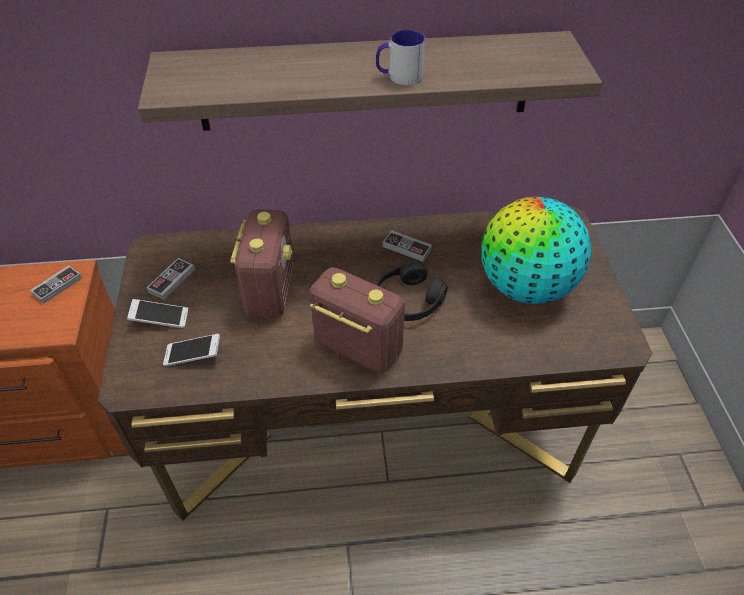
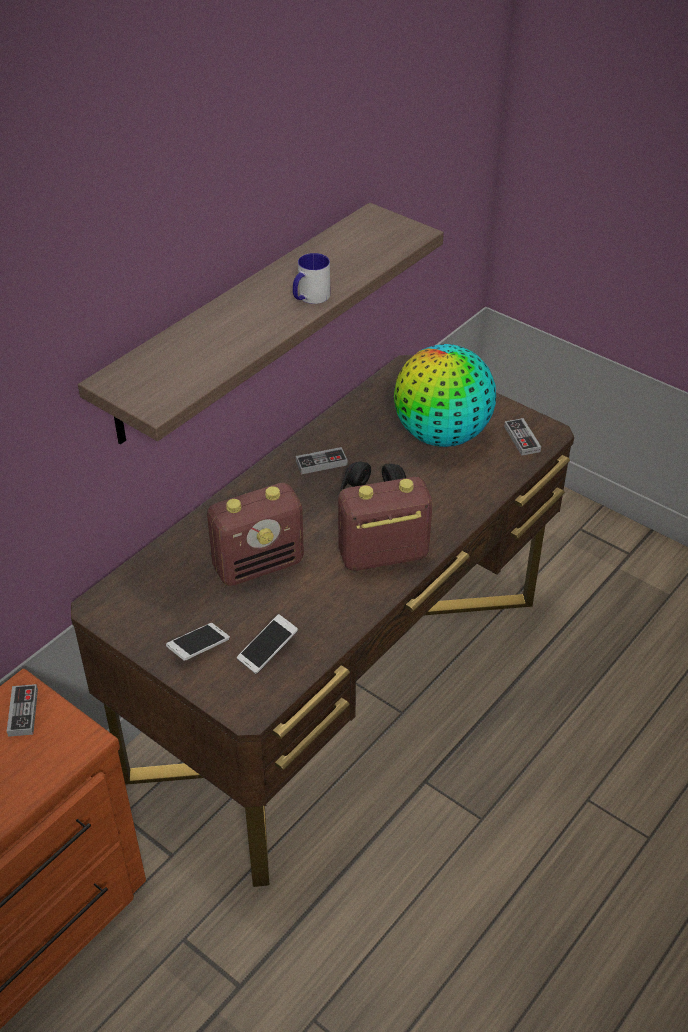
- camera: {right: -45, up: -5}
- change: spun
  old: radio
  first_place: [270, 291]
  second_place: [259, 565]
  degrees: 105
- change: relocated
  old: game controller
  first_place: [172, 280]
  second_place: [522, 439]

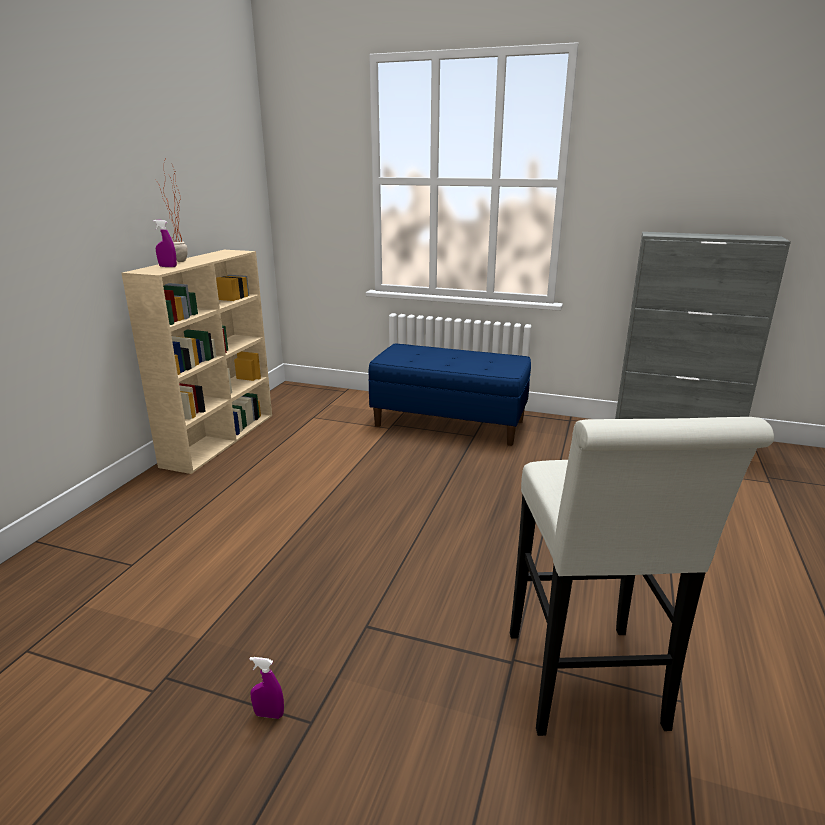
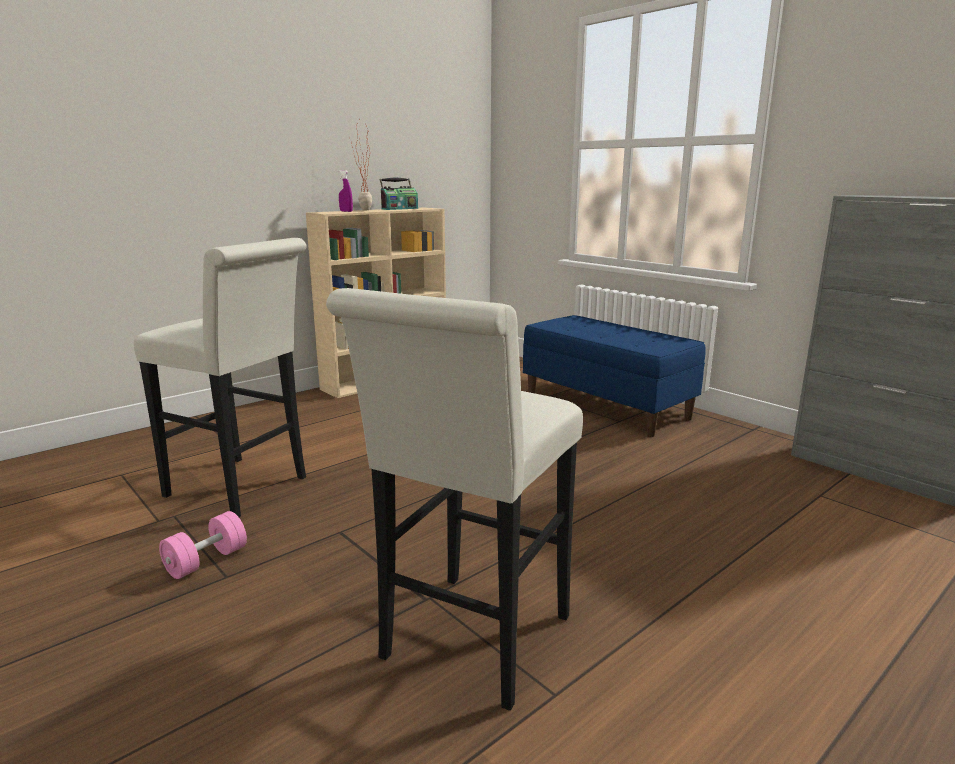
- camera: {right: 30, up: -5}
- change: exchanged
  old: purple spray bottle
  new: pink dumbbell
  first_place: [269, 714]
  second_place: [206, 561]
- change: appeared
  new: radio
  second_place: [399, 209]
- change: appeared
  new: white stool
  second_place: [244, 489]

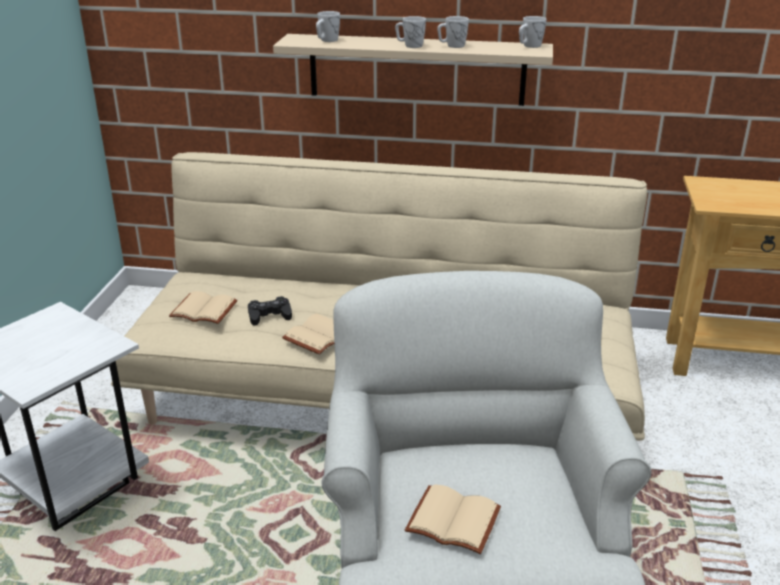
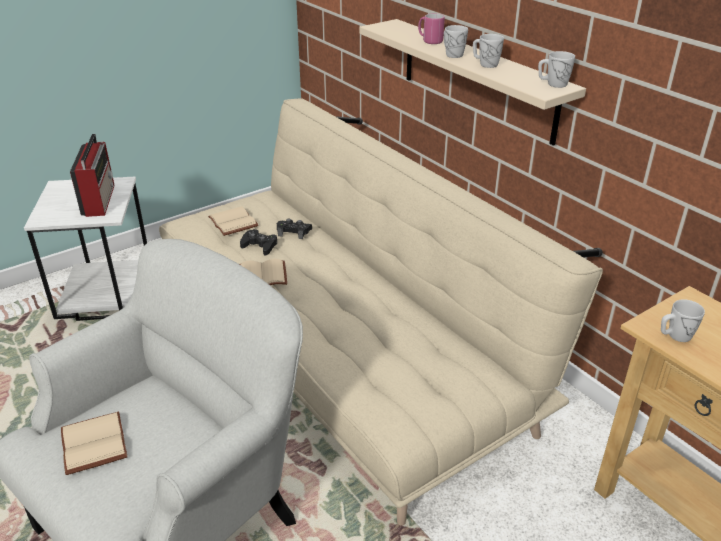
- camera: {right: 45, up: 5}
- change: relocated
  old: white mug
  first_place: [327, 41]
  second_place: [675, 336]
- change: appeared
  new: pink mug
  second_place: [429, 41]
- change: appeared
  new: radio
  second_place: [99, 199]
- change: appeared
  new: black game controller
  second_place: [294, 232]

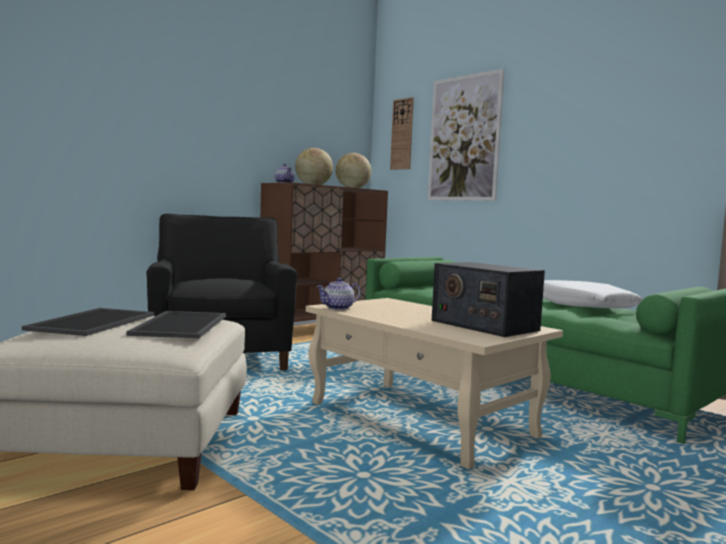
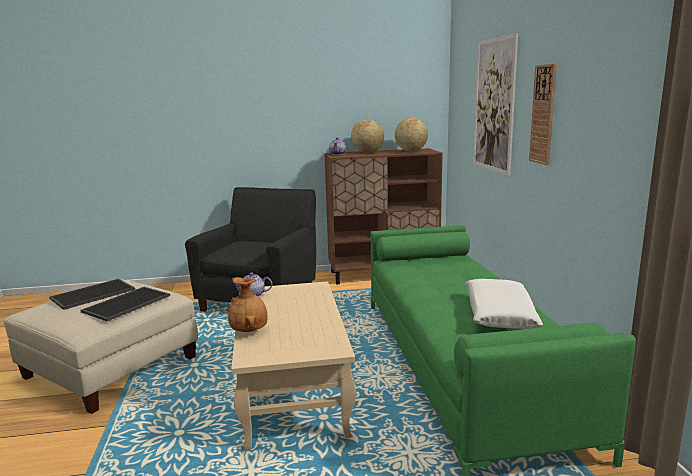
- camera: {right: 35, up: 10}
- change: relocated
  old: wall clock
  first_place: [402, 134]
  second_place: [543, 114]
- change: missing
  old: radio
  first_place: [483, 325]
- change: appeared
  new: brown vase
  second_place: [250, 331]

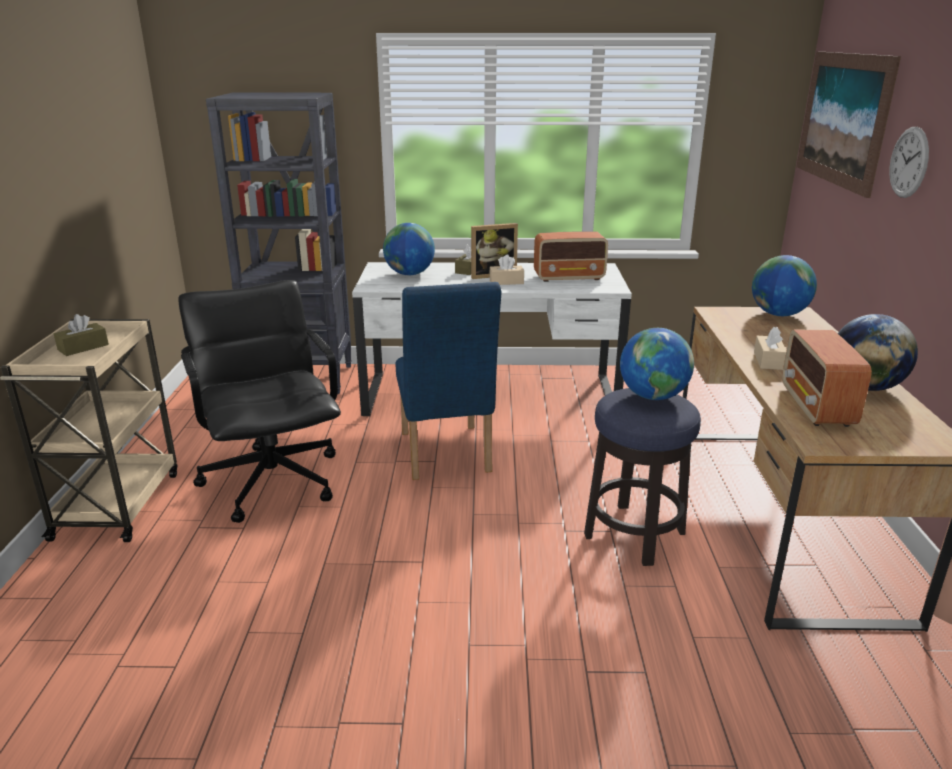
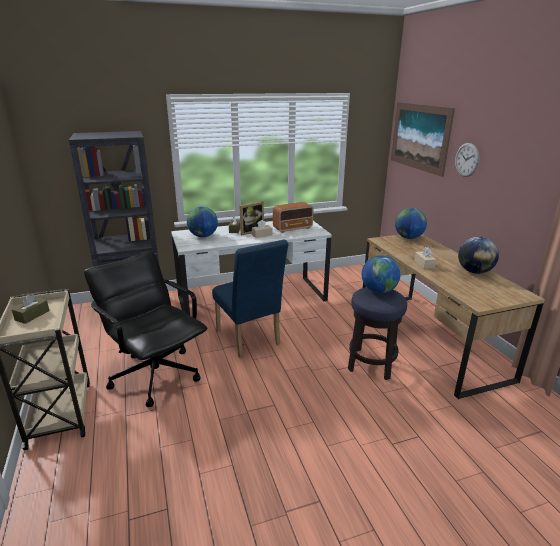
- camera: {right: -20, up: 0}
- change: missing
  old: radio
  first_place: [816, 406]

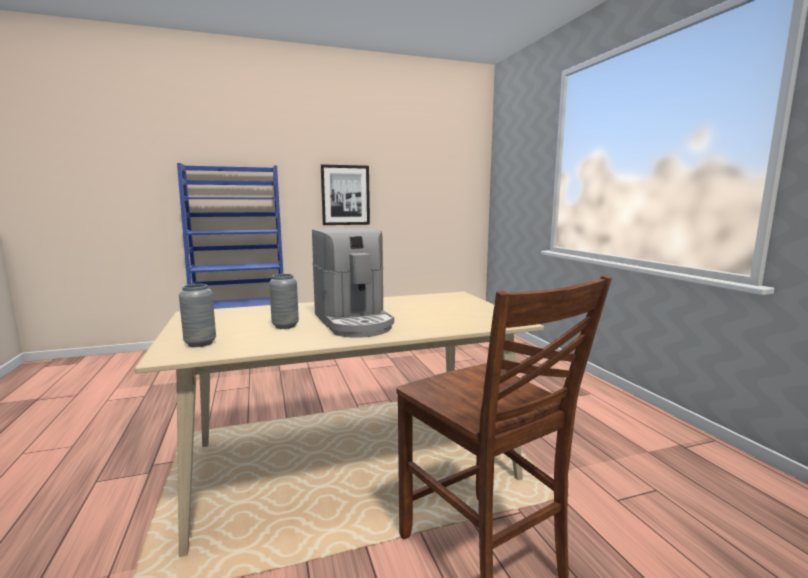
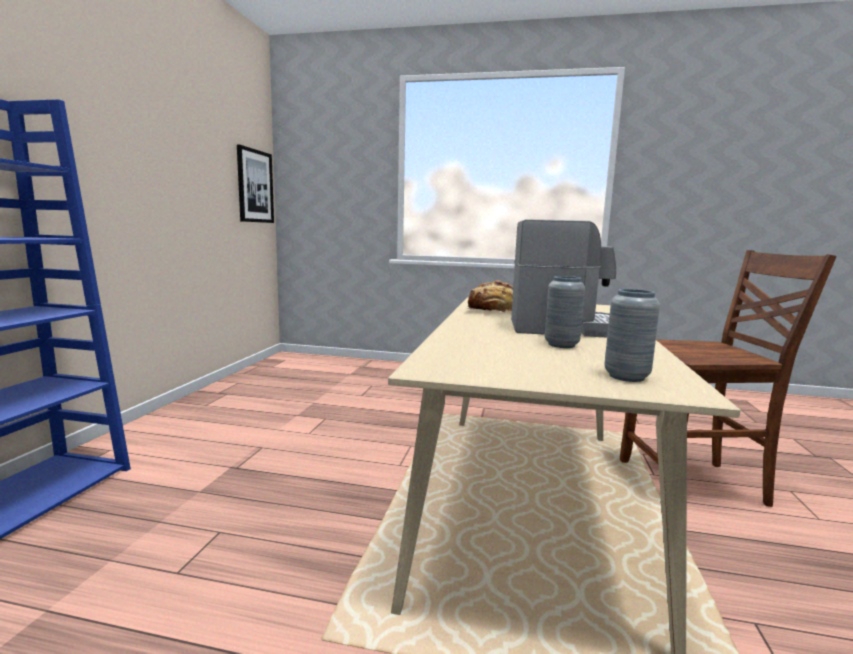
- camera: {right: -60, up: 0}
- change: relocated
  old: picture
  first_place: [345, 195]
  second_place: [255, 186]
- change: appeared
  new: bread
  second_place: [494, 311]

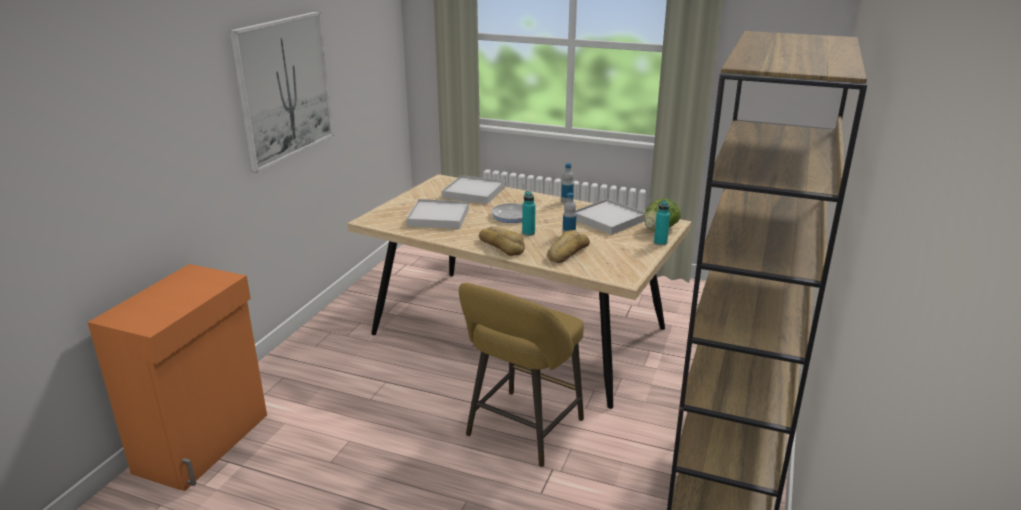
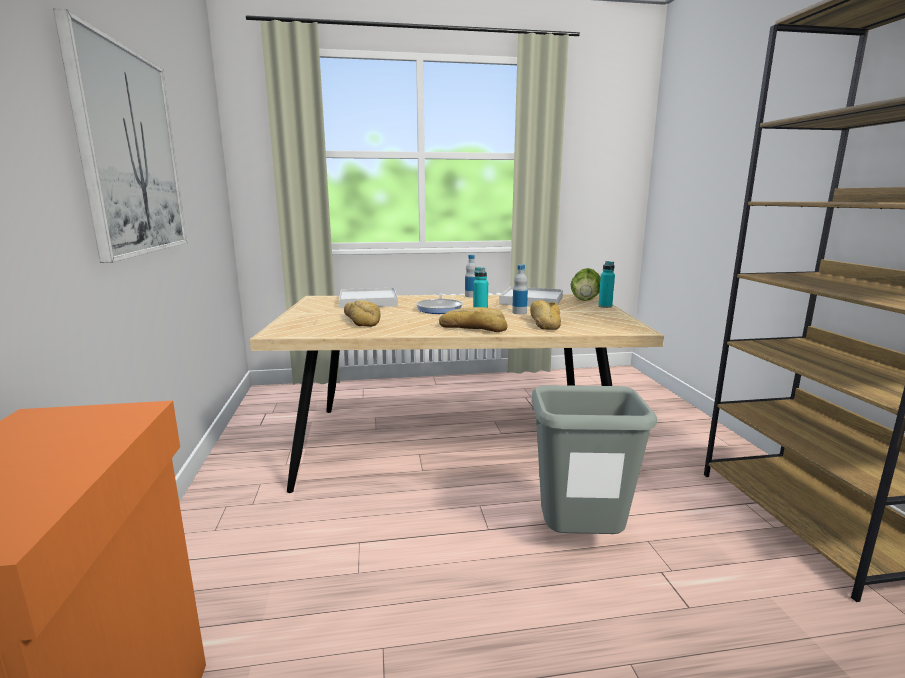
- camera: {right: -30, up: -10}
- change: exchanged
  old: white tray
  new: bread
  first_place: [438, 217]
  second_place: [362, 320]
- change: exchanged
  old: yellow stool
  new: grey trash can
  first_place: [521, 431]
  second_place: [578, 541]

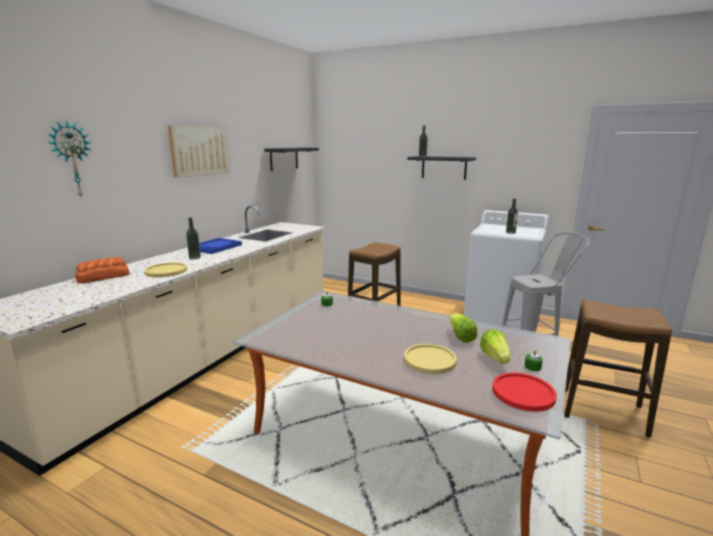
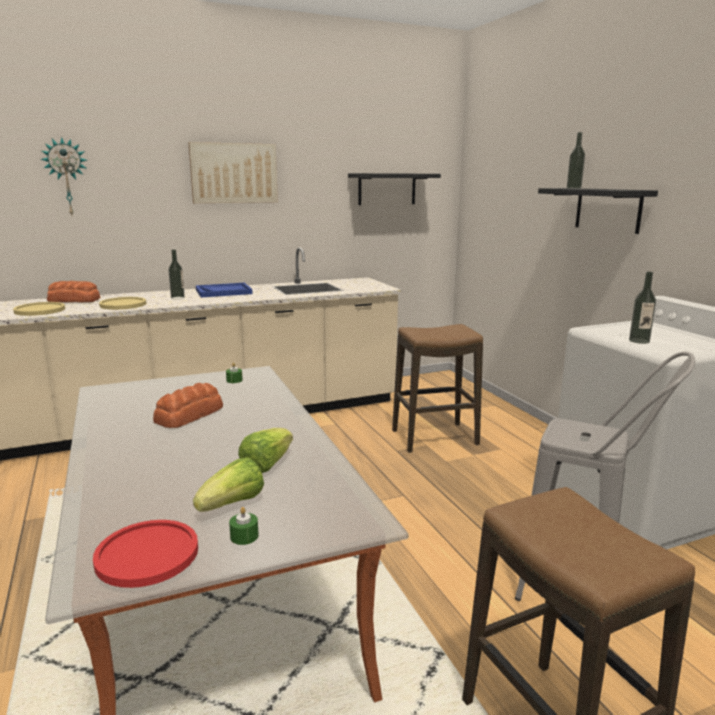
- camera: {right: 40, up: 0}
- change: relocated
  old: yellow plate
  first_place: [430, 360]
  second_place: [40, 310]
- change: appeared
  new: bread
  second_place: [190, 415]

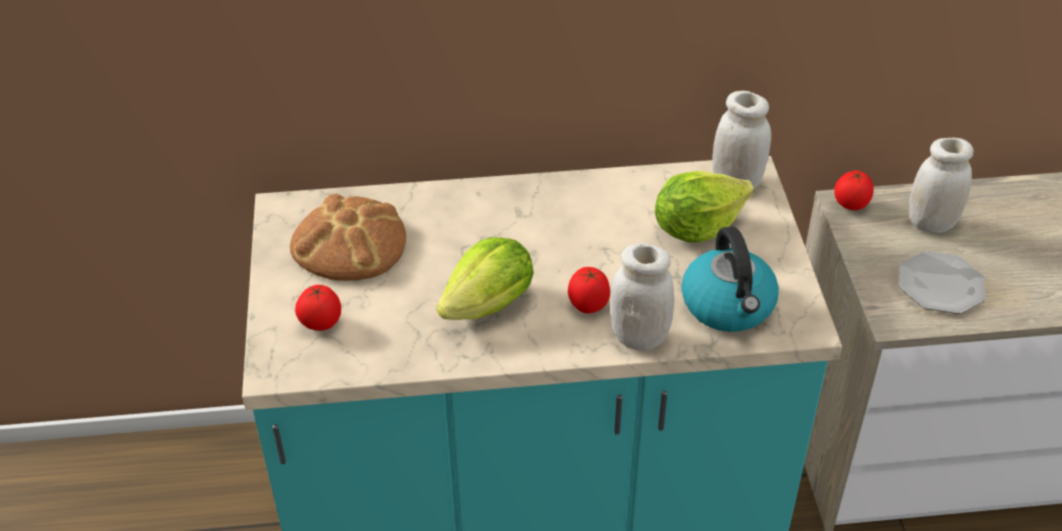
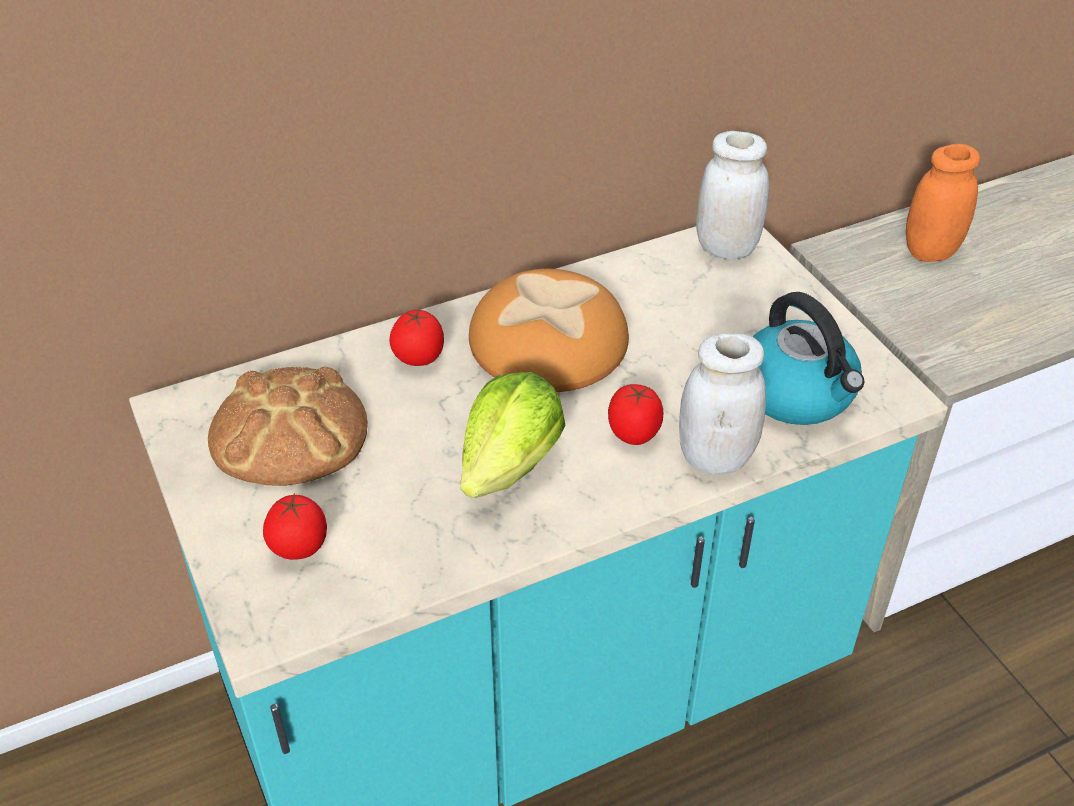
- camera: {right: -20, up: 0}
- change: colour
  old: white jar
  new: orange jar
  first_place: [931, 223]
  second_place: [931, 251]
- change: relocated
  old: tomato
  first_place: [850, 205]
  second_place: [418, 359]
- change: missing
  old: lettuce
  first_place: [696, 227]
- change: missing
  old: plate
  first_place: [940, 286]
- change: appeared
  new: bread
  second_place: [546, 342]

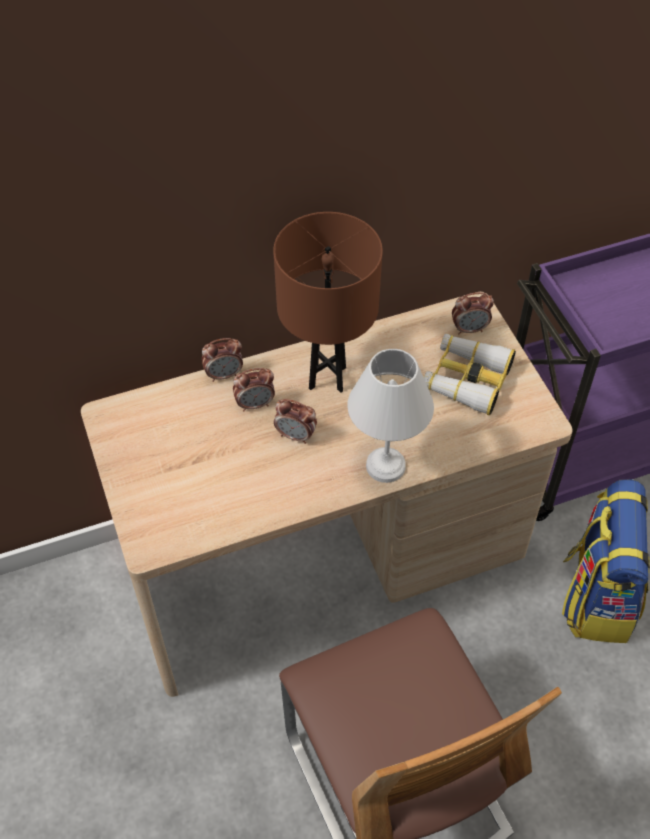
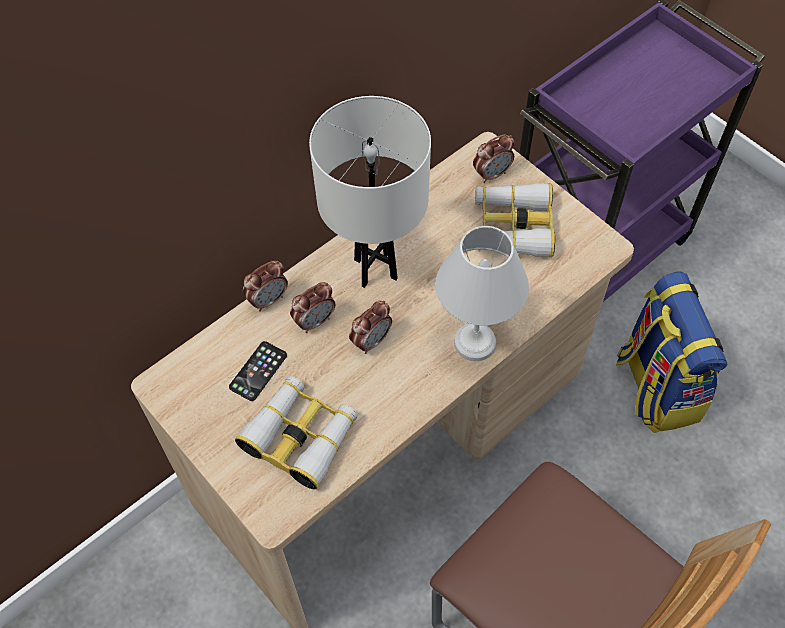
- camera: {right: -20, up: 5}
- change: colour
  old: brown table lamp
  new: white table lamp
  first_place: [328, 378]
  second_place: [376, 269]
- change: spun
  old: alarm clock
  first_place: [296, 435]
  second_place: [371, 341]
  degrees: -45
- change: appeared
  new: phone
  second_place: [258, 371]
- change: appeared
  new: binoculars
  second_place: [300, 436]

